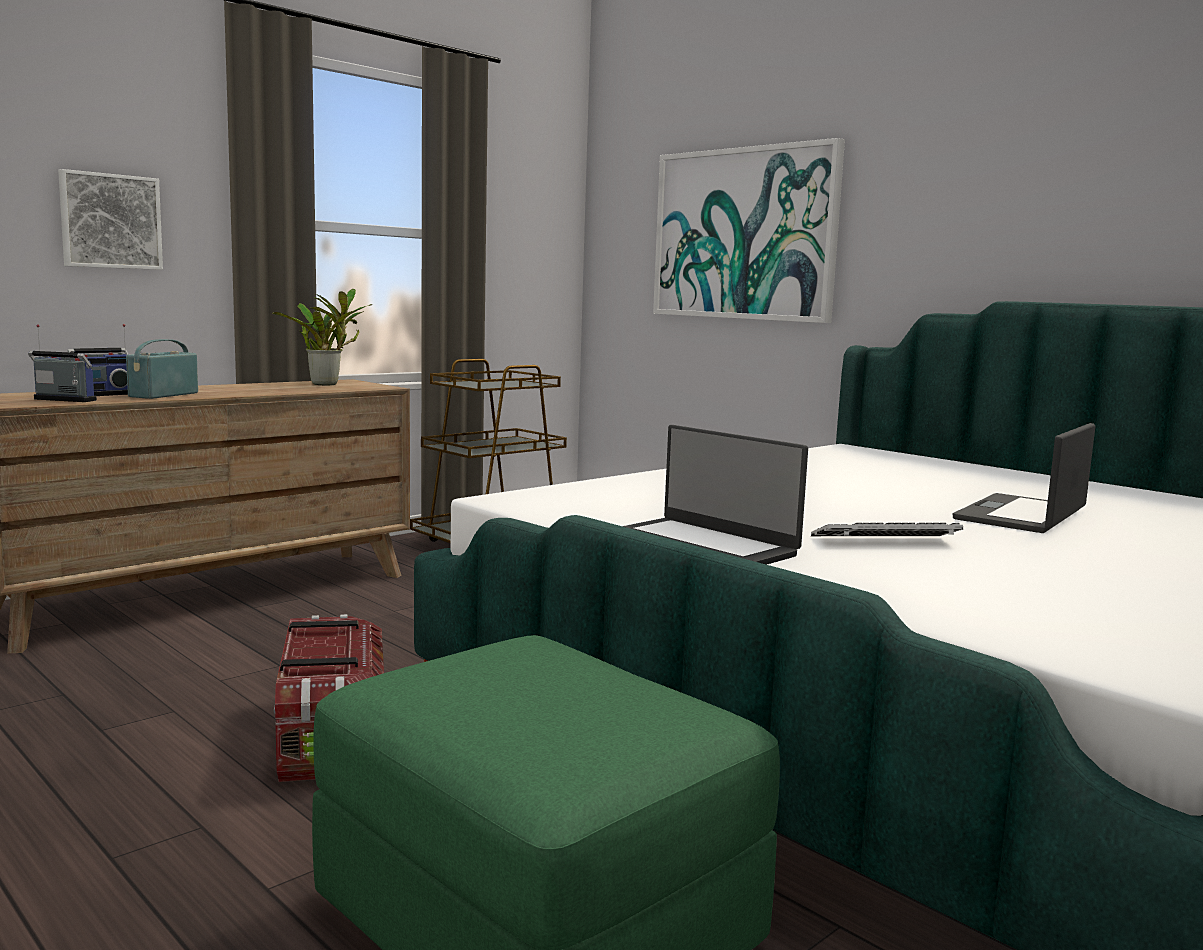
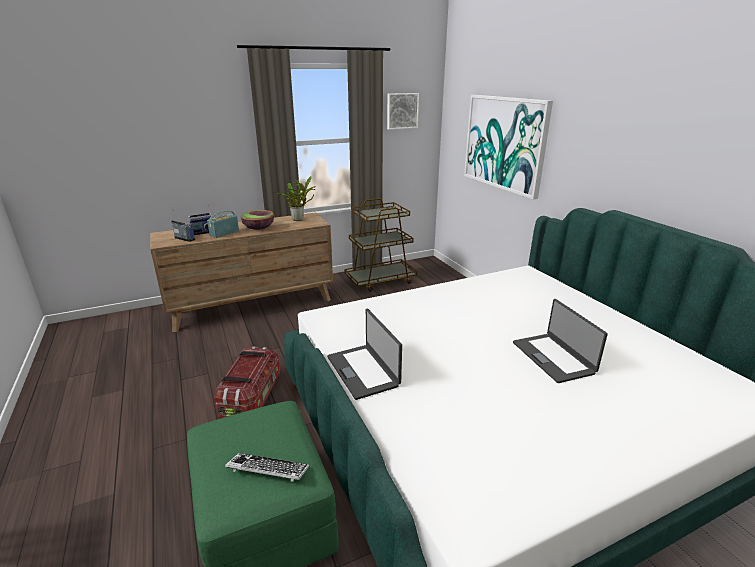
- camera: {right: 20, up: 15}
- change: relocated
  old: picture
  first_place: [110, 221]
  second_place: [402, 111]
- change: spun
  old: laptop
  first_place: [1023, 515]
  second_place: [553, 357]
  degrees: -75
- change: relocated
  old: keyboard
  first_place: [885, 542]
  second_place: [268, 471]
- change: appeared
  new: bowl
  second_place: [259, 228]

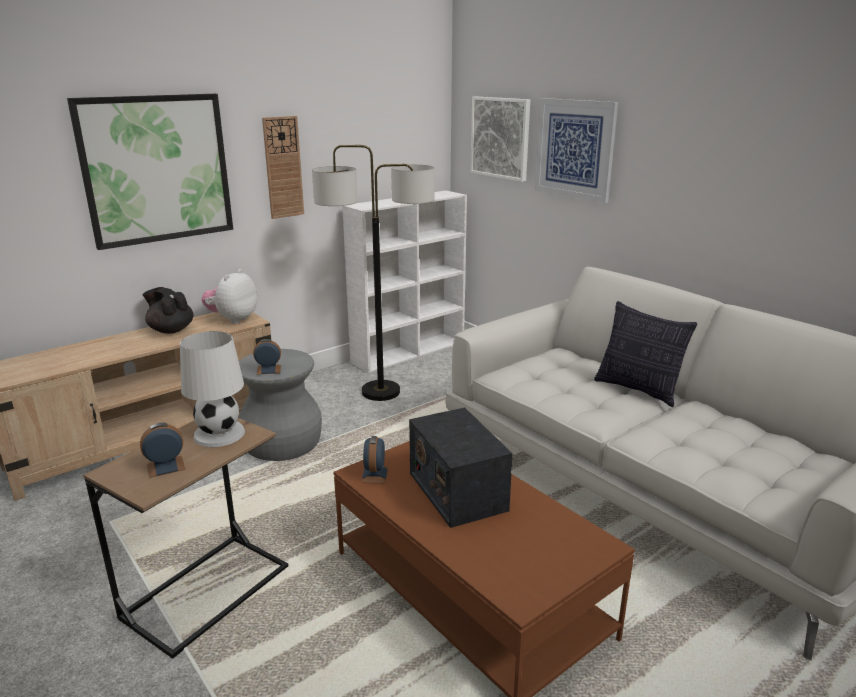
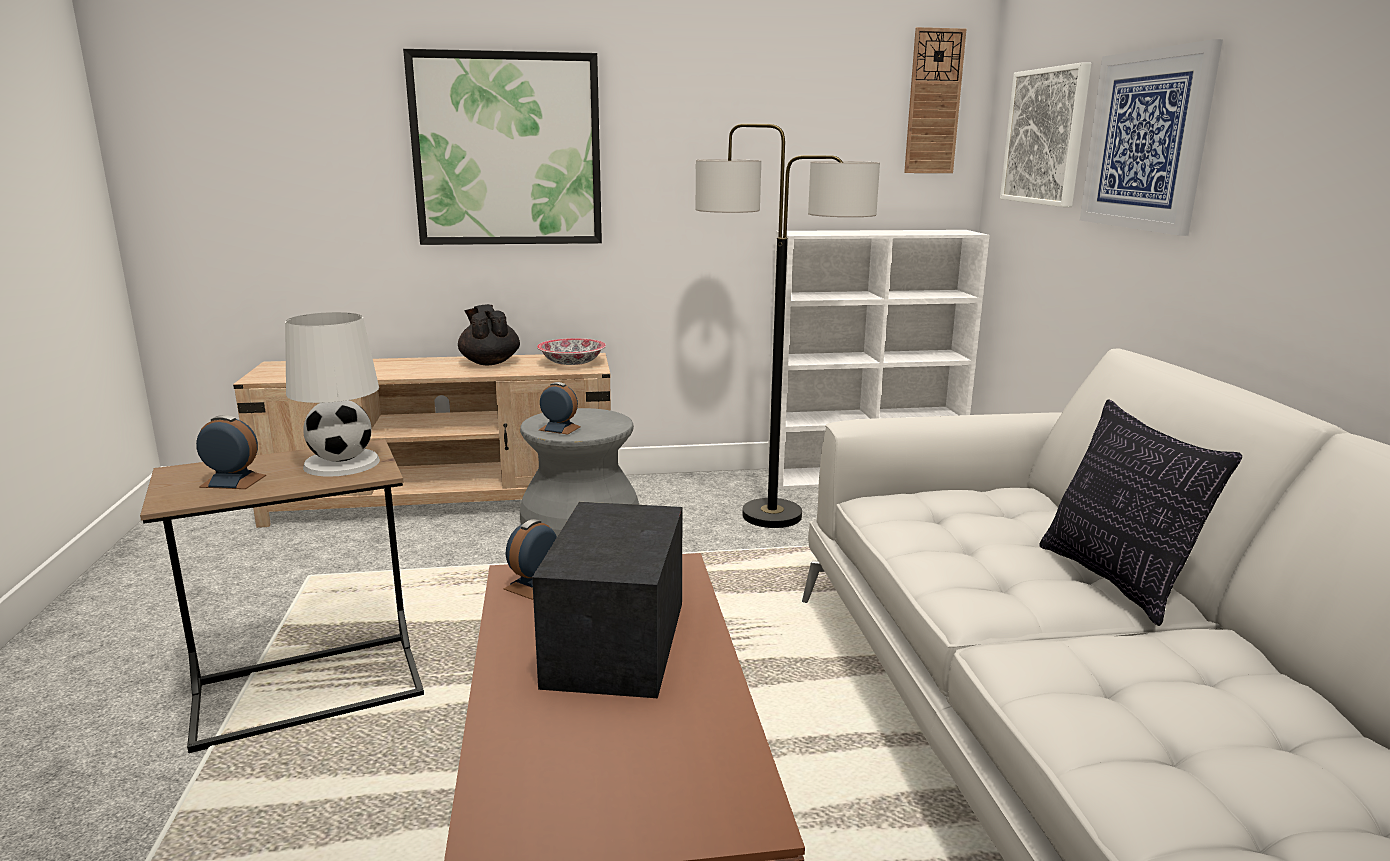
- camera: {right: 30, up: -5}
- change: relocated
  old: wall clock
  first_place: [283, 167]
  second_place: [933, 102]
- change: exchanged
  old: plush toy
  new: bowl
  first_place: [233, 319]
  second_place: [572, 363]

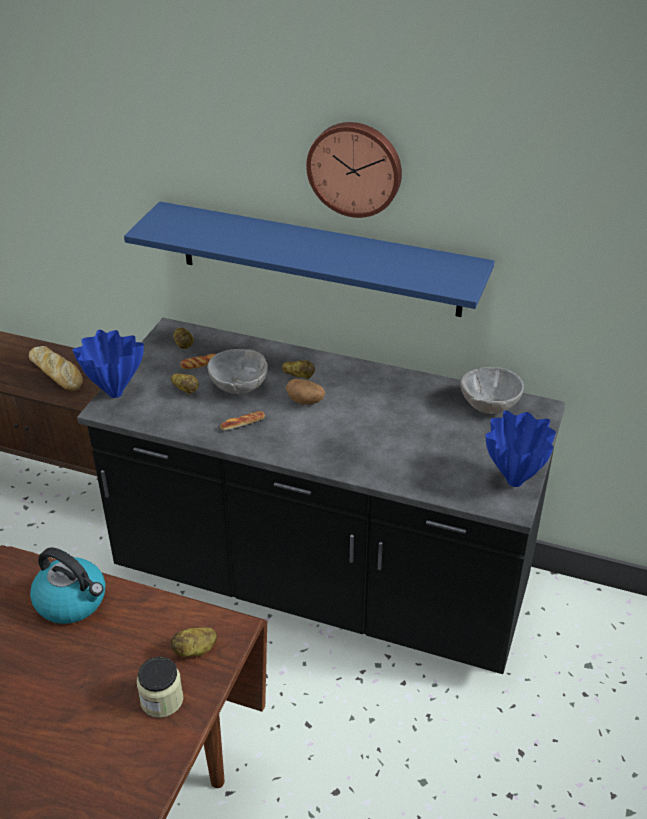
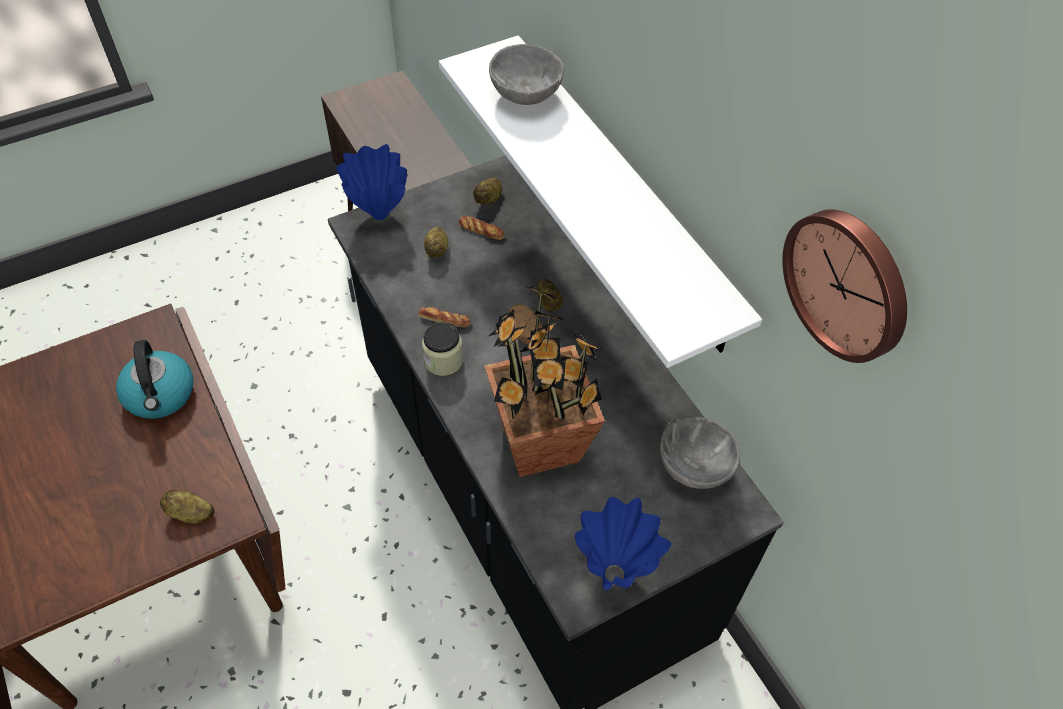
- camera: {right: 40, up: 15}
- change: relocated
  old: wall clock
  first_place: [355, 168]
  second_place: [848, 283]
- change: colour
  old: blue shelf
  new: white shelf
  first_place: [319, 259]
  second_place: [621, 192]
- change: missing
  old: bread
  first_place: [57, 373]
- change: relocated
  old: grey bowl
  first_place: [240, 387]
  second_place: [527, 95]
- change: relocated
  old: jar
  first_place: [162, 700]
  second_place: [443, 360]
- change: appeared
  new: potted plant
  second_place: [541, 445]

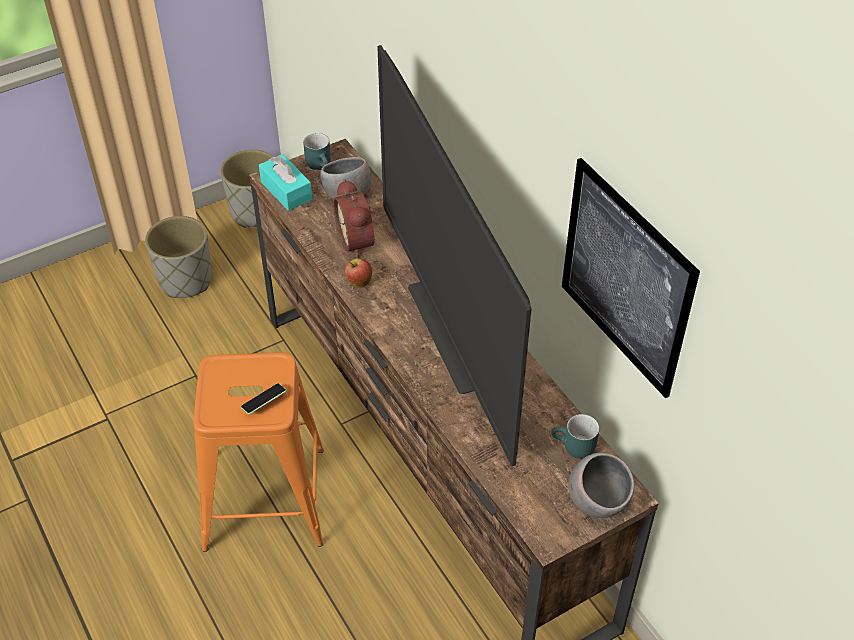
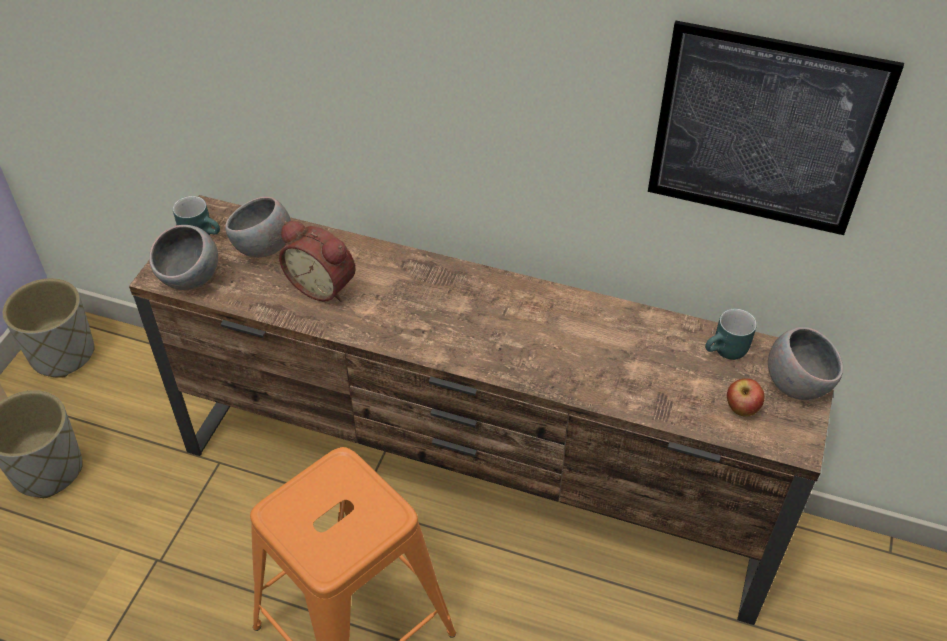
- camera: {right: -40, up: 0}
- change: missing
  old: television
  first_place: [446, 335]
- change: exchanged
  old: turquoise tissue box
  new: grey bowl
  first_place: [286, 191]
  second_place: [191, 279]
- change: relocated
  old: apple
  first_place: [358, 282]
  second_place: [741, 409]
- change: missing
  old: phone
  first_place: [264, 403]

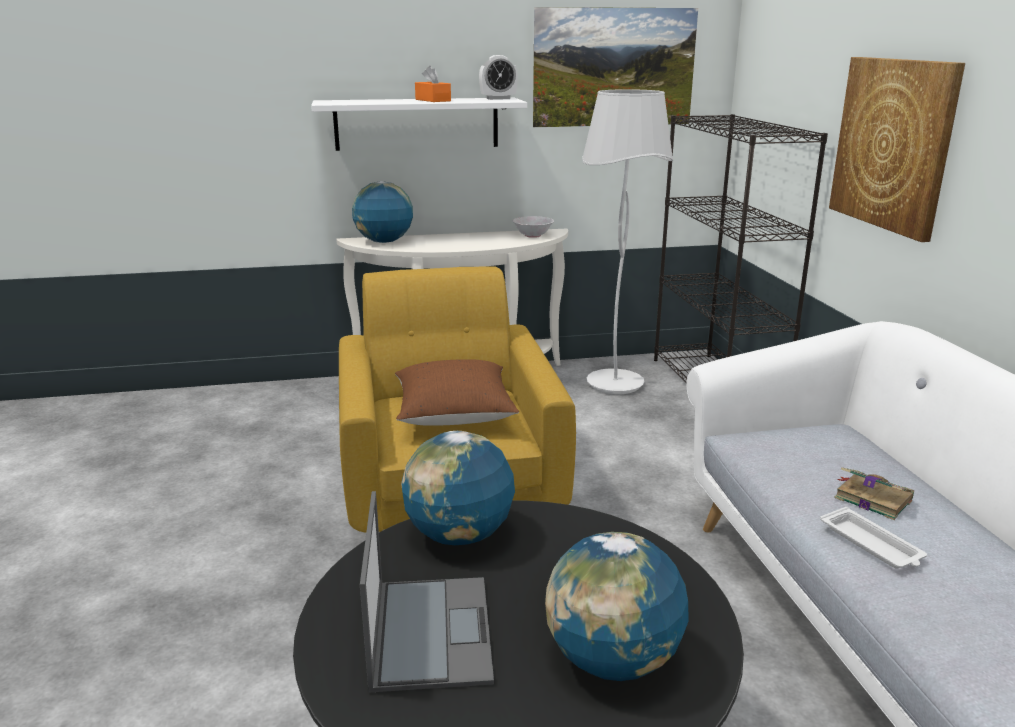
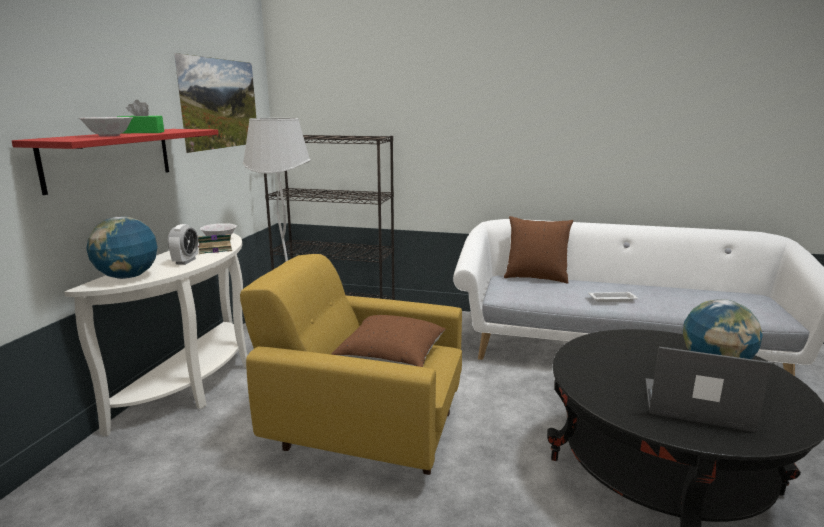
- camera: {right: -65, up: -5}
- change: relocated
  old: alarm clock
  first_place: [498, 99]
  second_place: [185, 261]
- change: missing
  old: picture
  first_place: [893, 144]
- change: colour
  old: orange tissue box
  new: green tissue box
  first_place: [433, 100]
  second_place: [142, 132]
- change: colour
  old: white shelf
  new: red shelf
  first_place: [417, 124]
  second_place: [110, 158]
- change: missing
  old: globe
  first_place: [459, 535]
- change: relocated
  old: book
  first_place: [871, 498]
  second_place: [214, 249]
- change: appeared
  new: white bowl
  second_place: [109, 135]
- change: appeared
  new: brown pillow
  second_place: [536, 277]

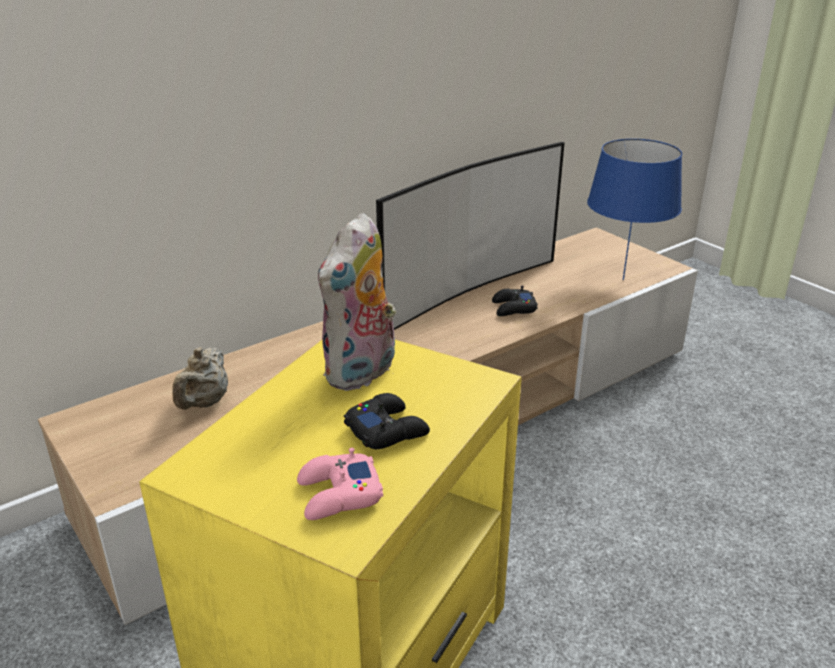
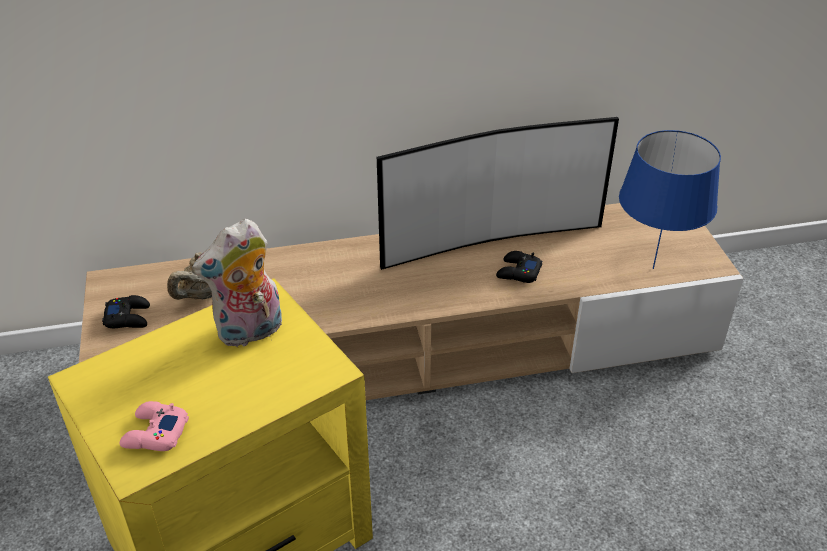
- camera: {right: 25, up: 10}
- change: relocated
  old: black game controller
  first_place: [387, 430]
  second_place: [128, 317]

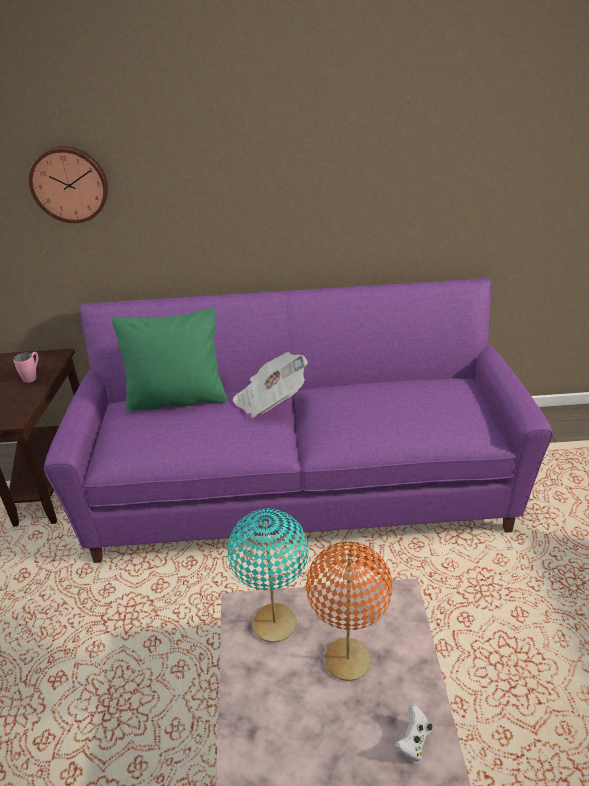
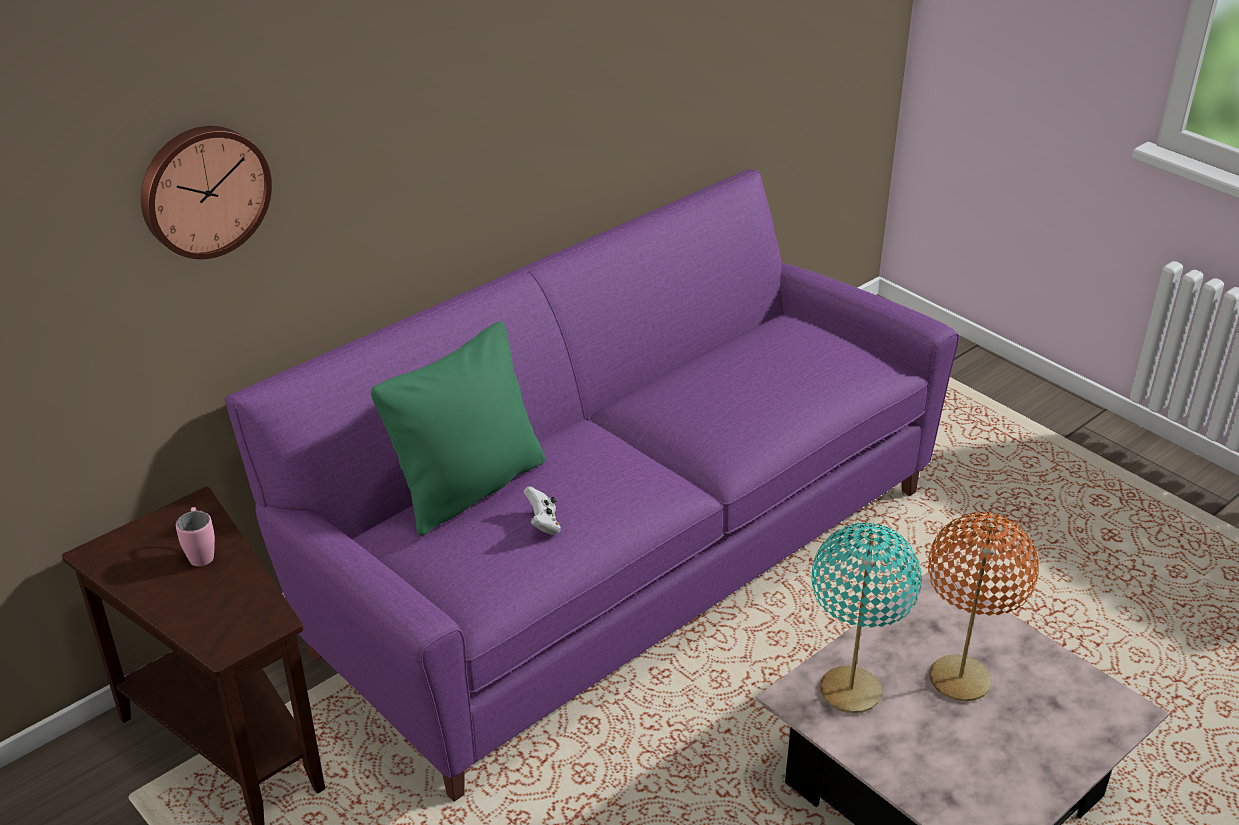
- camera: {right: -40, up: 0}
- change: missing
  old: newspaper
  first_place: [270, 400]
- change: relocated
  old: white game controller
  first_place: [413, 741]
  second_place: [543, 524]

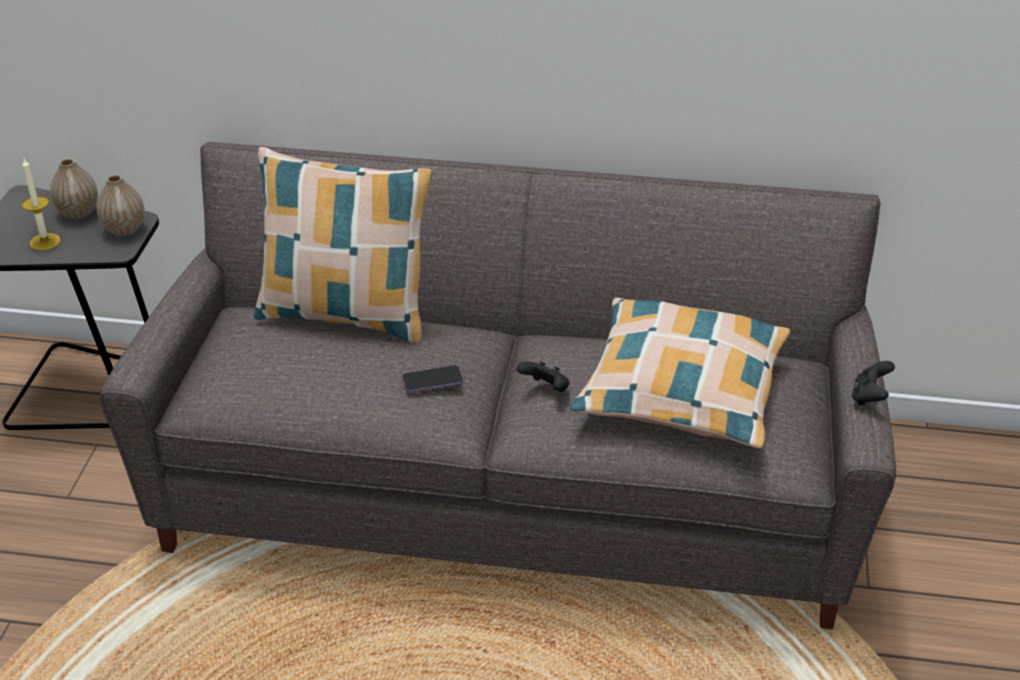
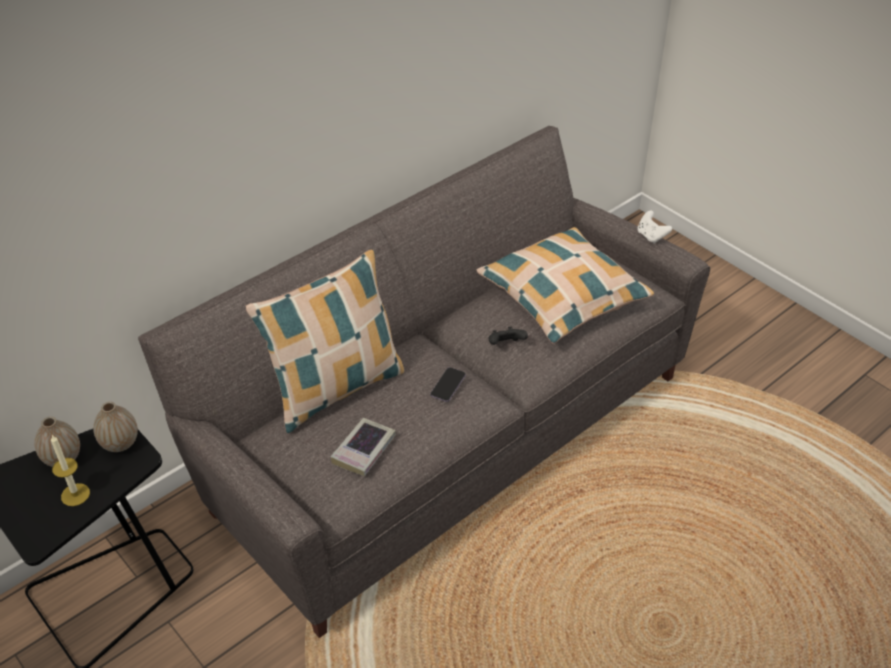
- camera: {right: -50, up: 5}
- change: colour
  old: black game controller
  new: white game controller
  first_place: [869, 397]
  second_place: [651, 236]
- change: appeared
  new: book
  second_place: [364, 450]

